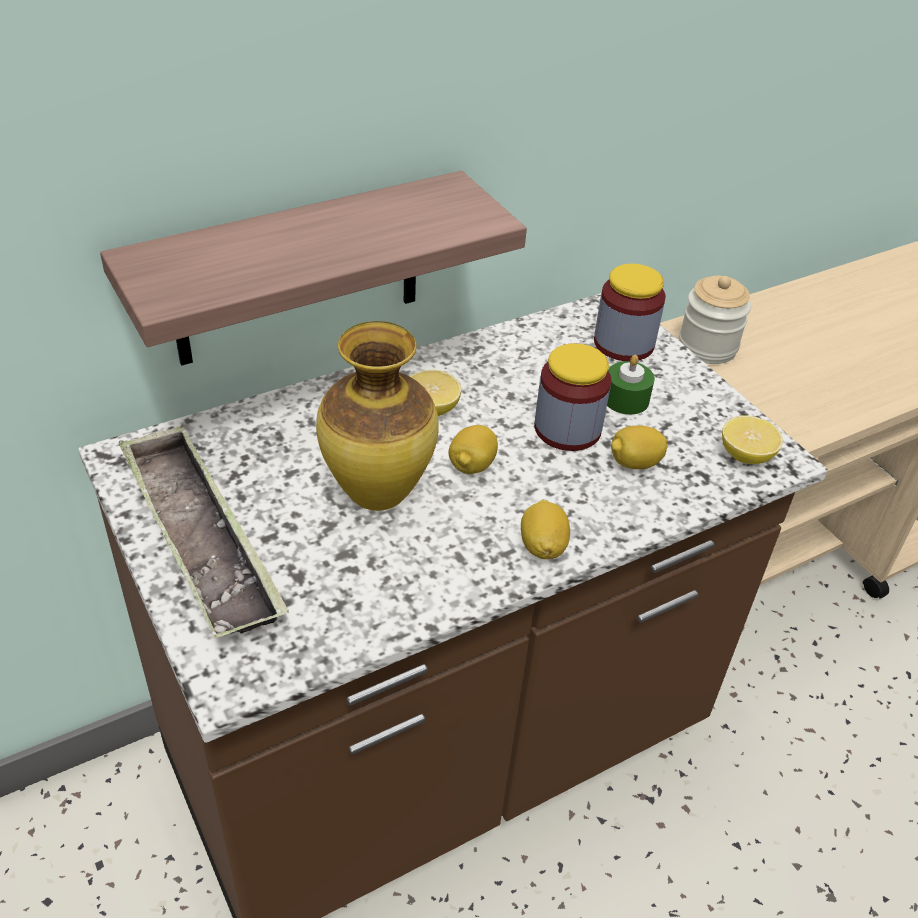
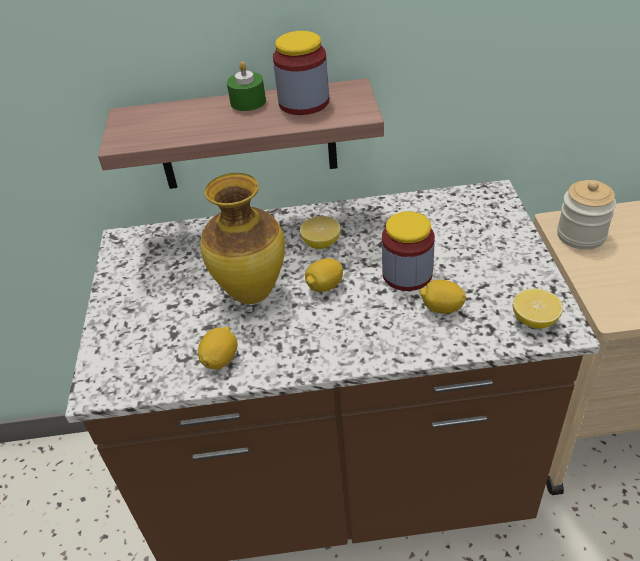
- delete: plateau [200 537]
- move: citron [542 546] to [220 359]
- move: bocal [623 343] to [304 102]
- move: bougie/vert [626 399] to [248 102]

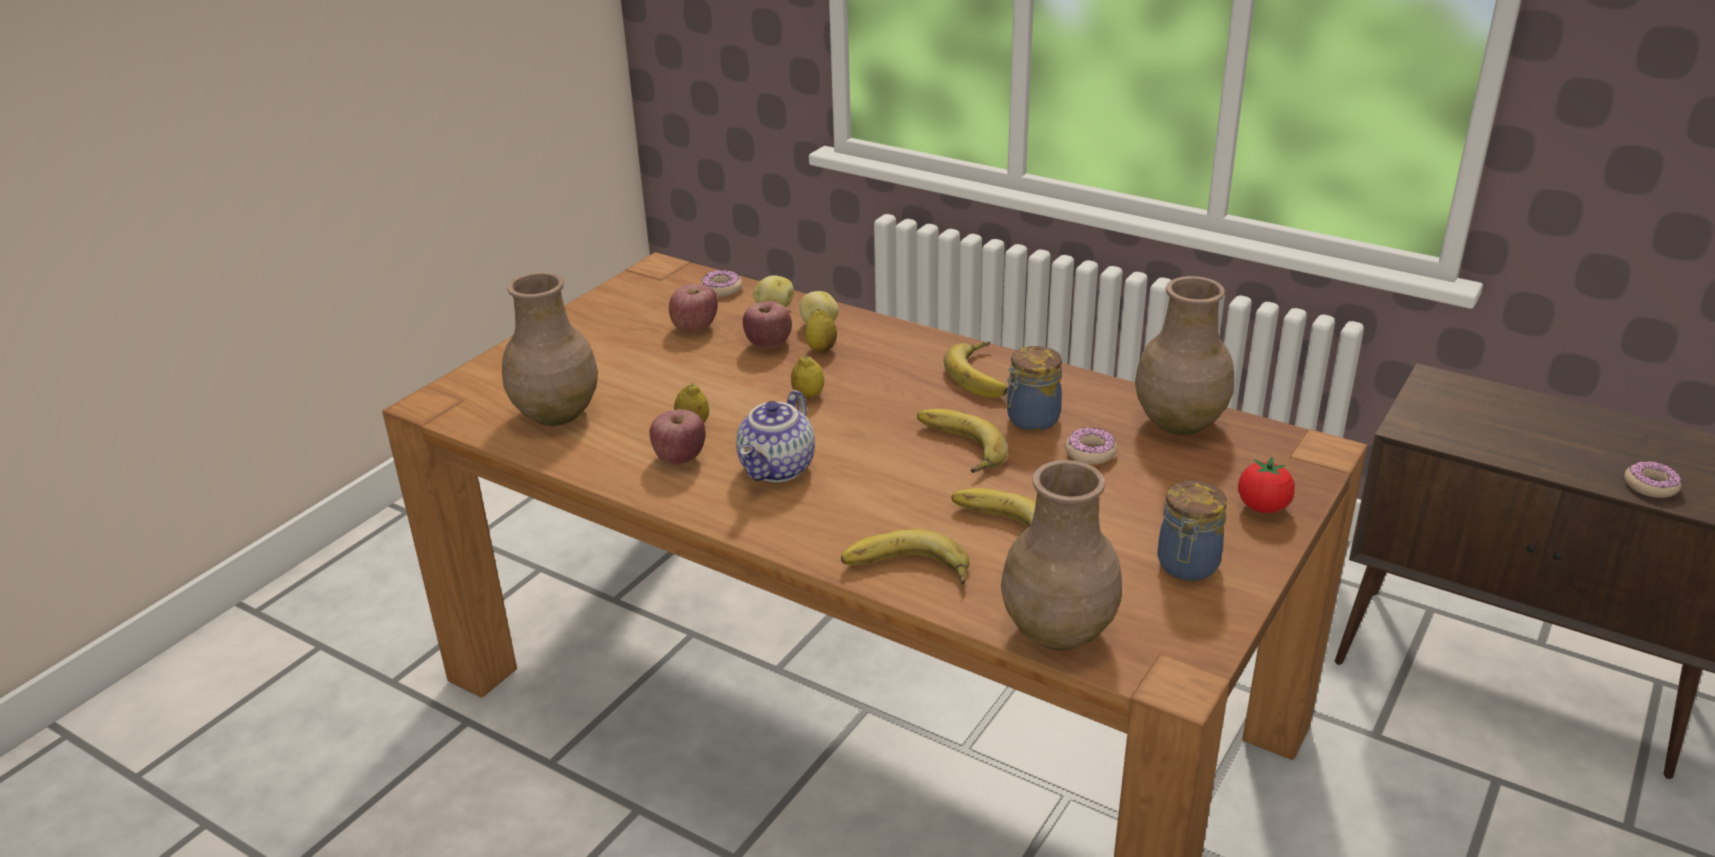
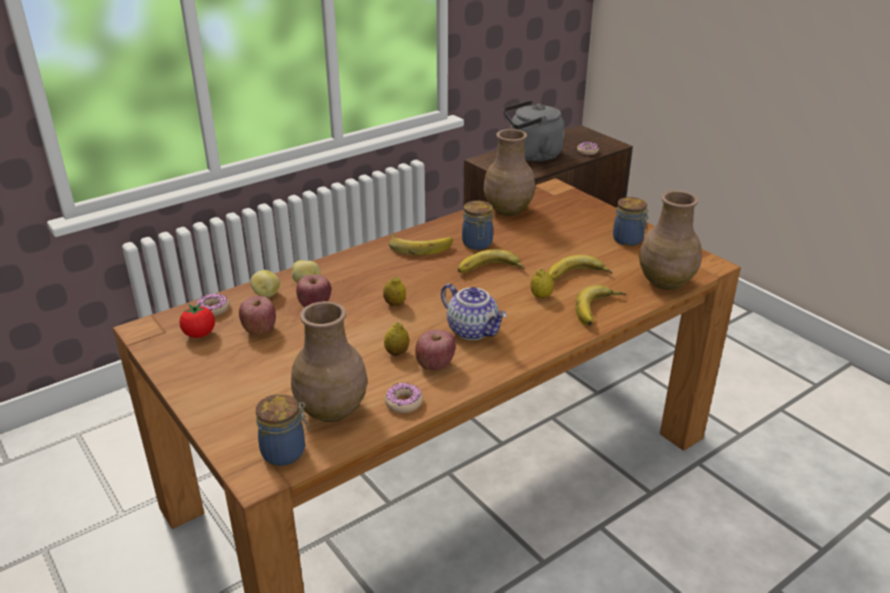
- insert: bocal [286 452]
- insert: bouilloire/gris [531 155]
- move: citron [821 349] to [541 296]
- move: beignet [1090 453] to [404 402]
- move: tomate [1263 507] to [199 334]

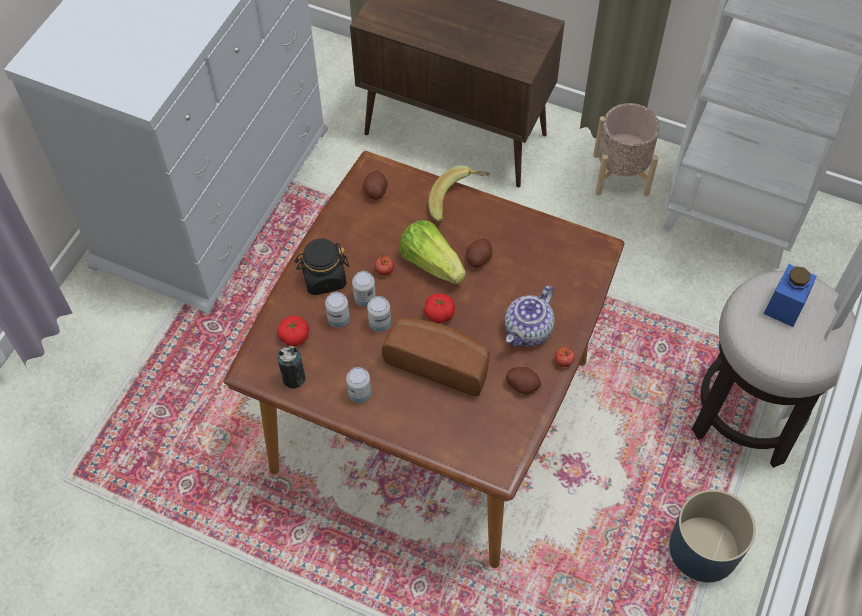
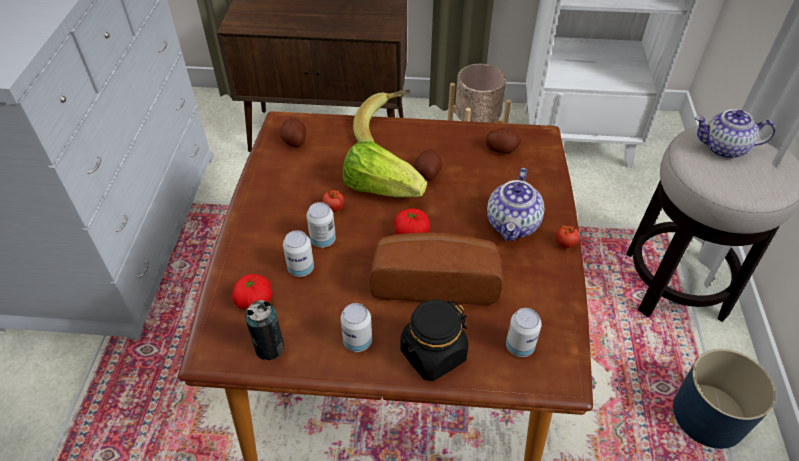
- move: bocal/noir [324 278] to [433 354]
- move: boîte métallique [380 324] to [520 346]
- move: pomme de terre [522 385] to [501 149]
- replace: bocal/bleu [785 305] to théière [723 148]

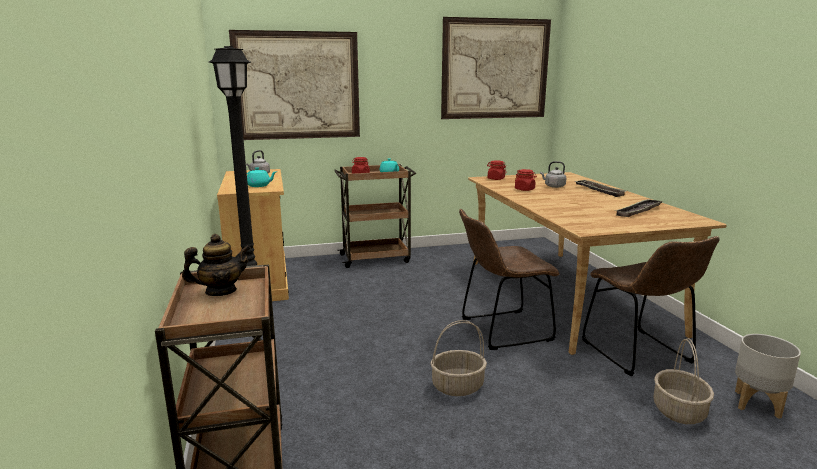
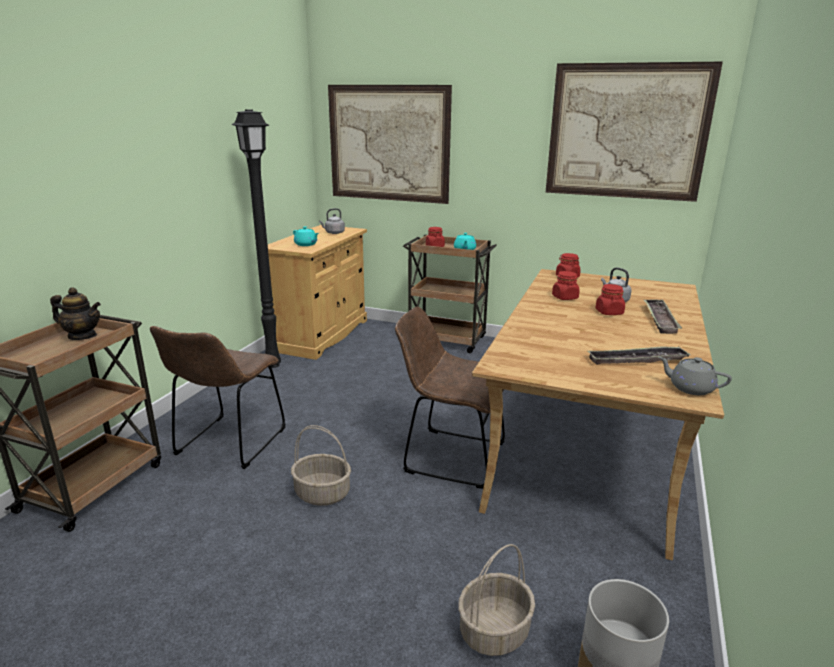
- insert: bocal/rouge [609 312]
- insert: théière/gris [690 388]
- move: chaise/marron [639 354] to [228 444]

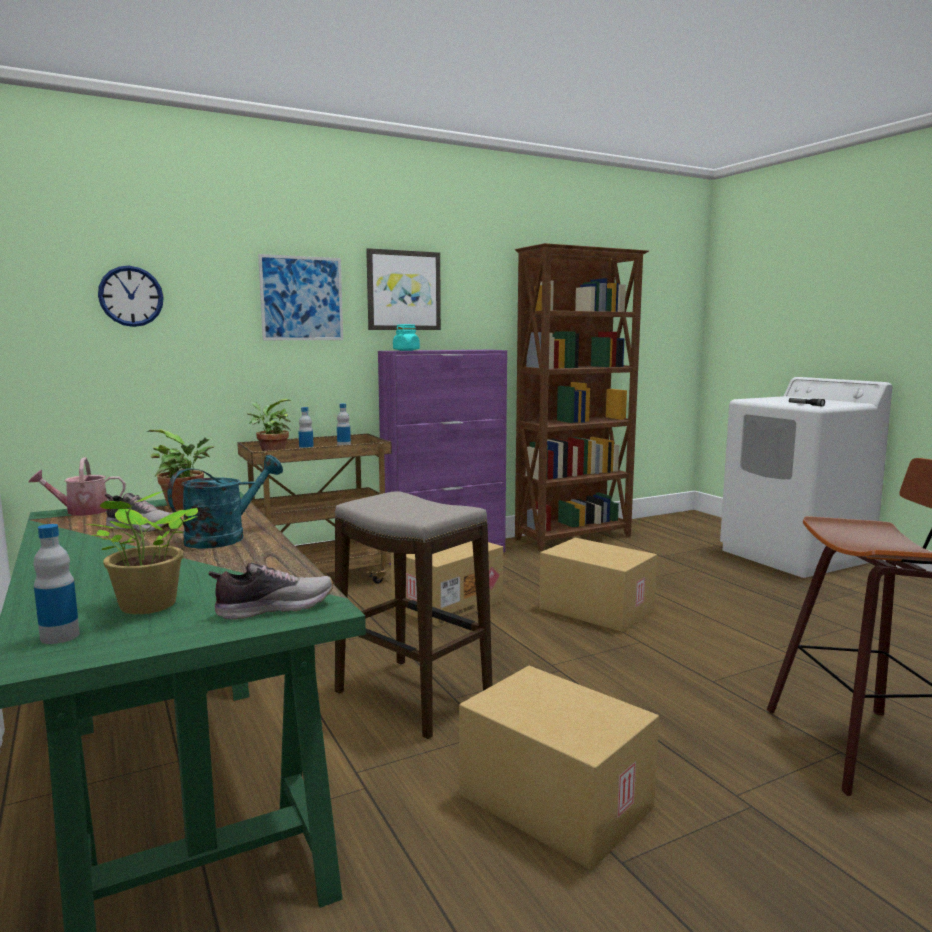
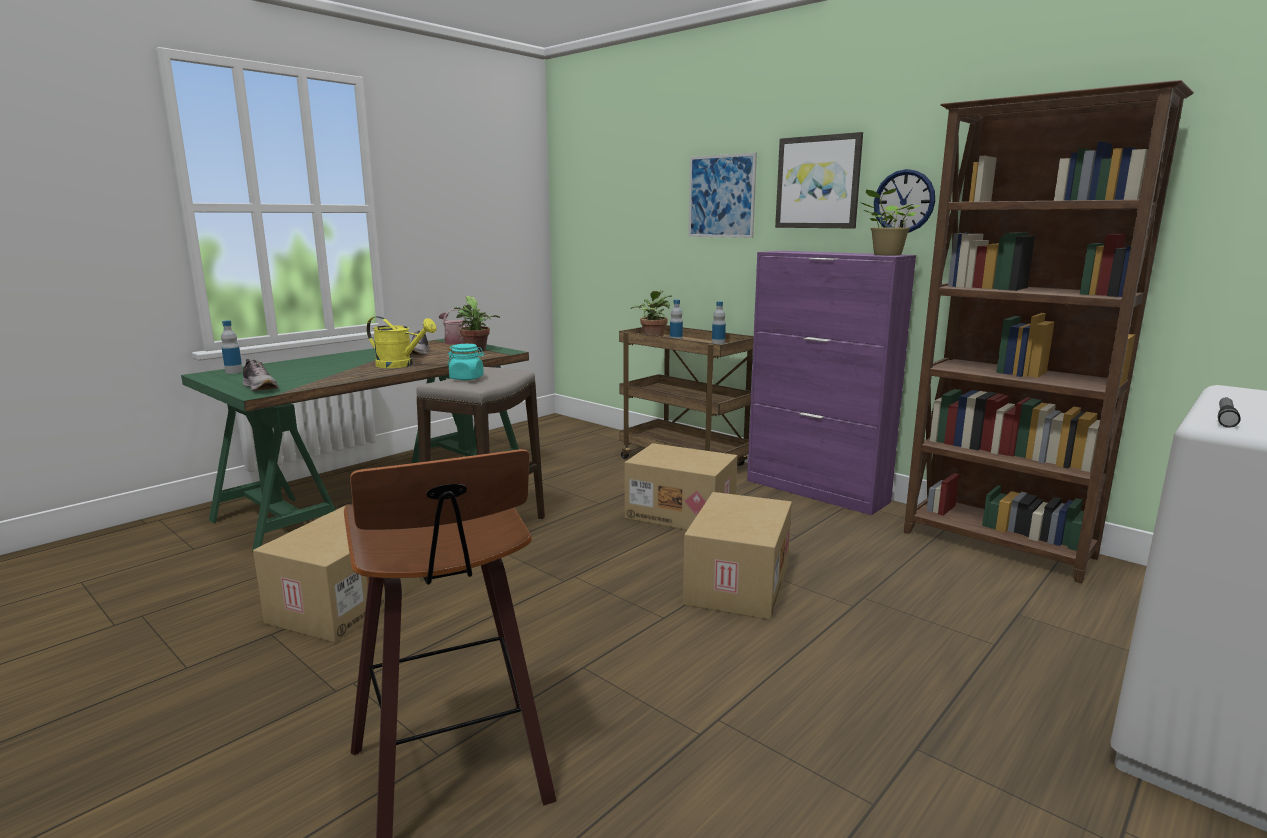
- move: plante en pot [146 607] to [885 255]
- move: horloge murale [131 296] to [904 201]
- move: bocal/turquoise [406 350] to [467 378]
- recolor: arrosoir/turquoise [224 537] to arrosoir/jaune [401 365]

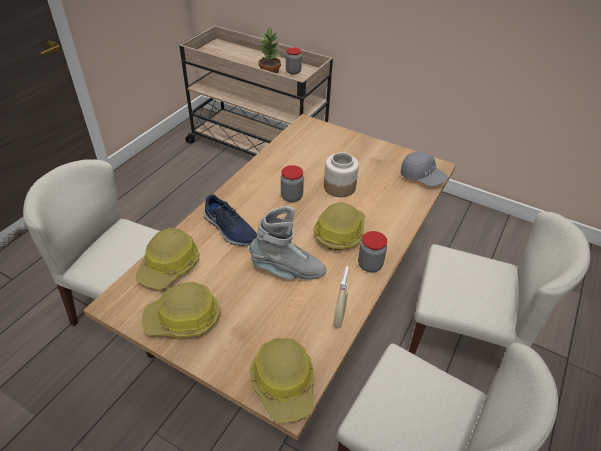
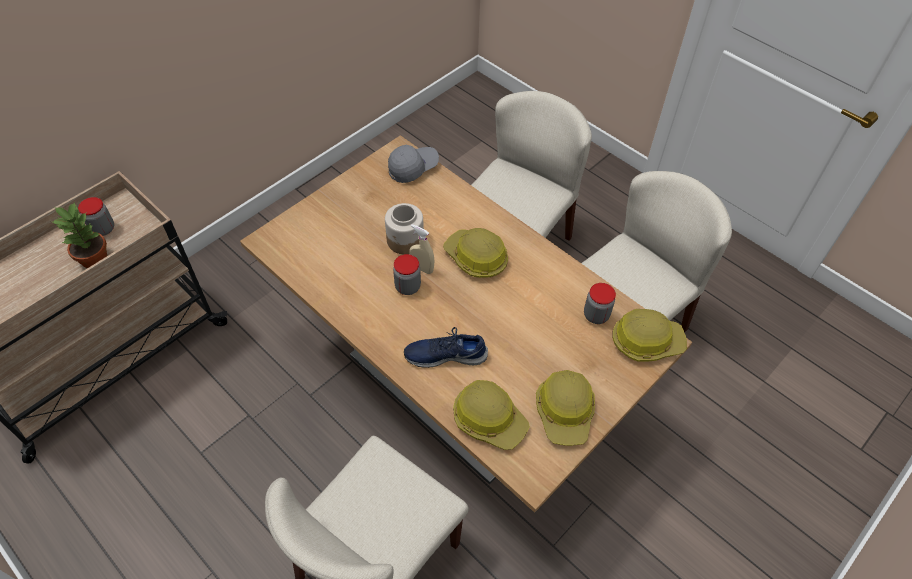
- delete: botte/gris [288 271]
- move: vaporisateur/beige [339 318] to [422 268]
- move: bocal [370 265] to [596 315]
- rotate: chaussure/bleu [229 229] = [445 355] 150 degrees counterclockwise

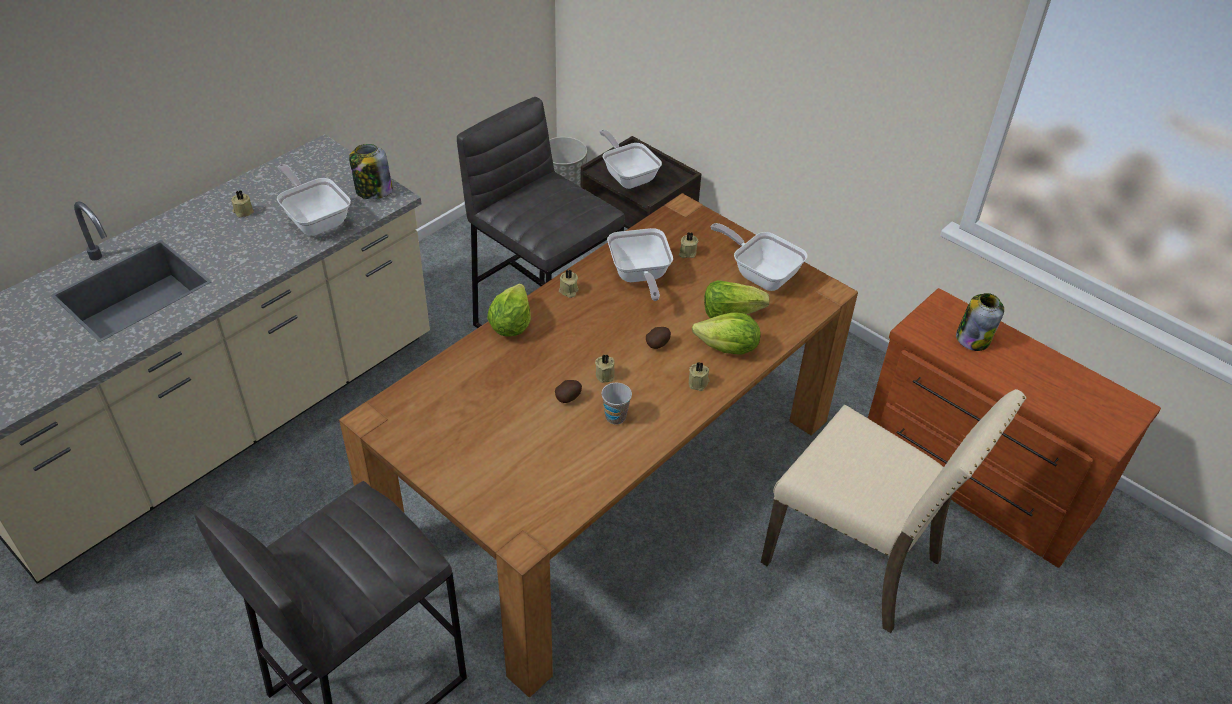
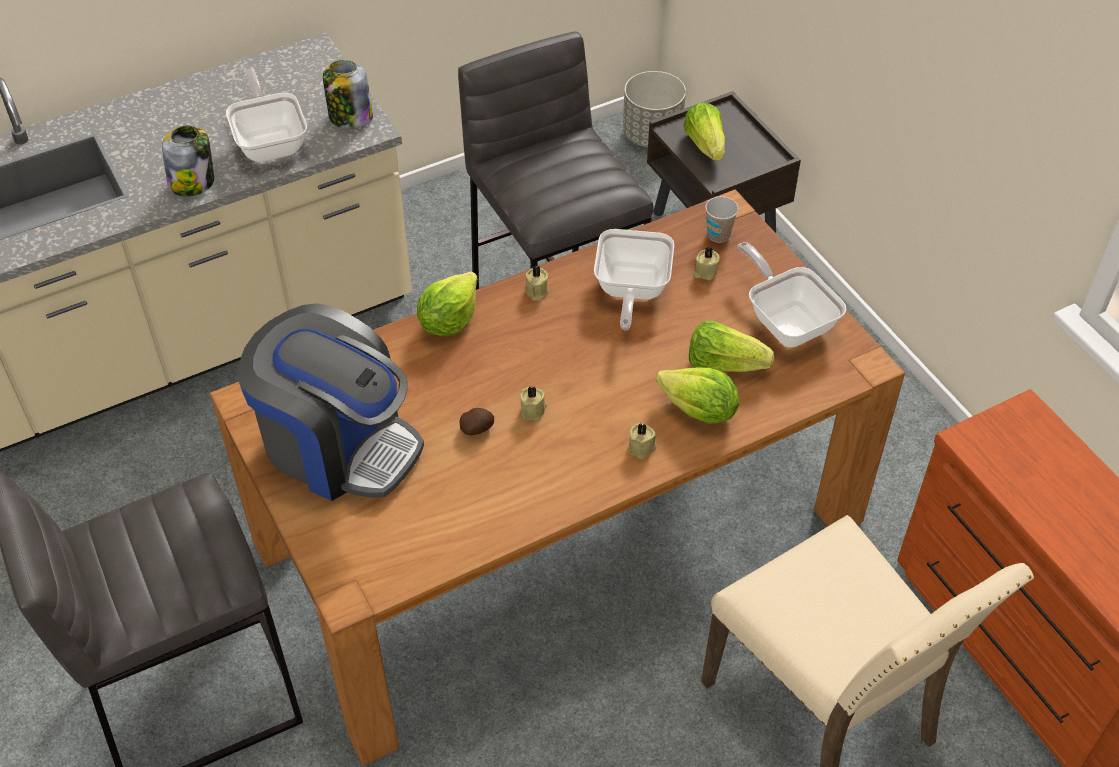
- delete: bougie/beige [243 211]
- delete: pomme de terre [658 344]
- insert: machine à café [339 445]
- move: tasse [615 417] to [718 235]
- move: bocal [973 338] to [193 182]
- replace: poêle [628 176] to laitue [705 145]

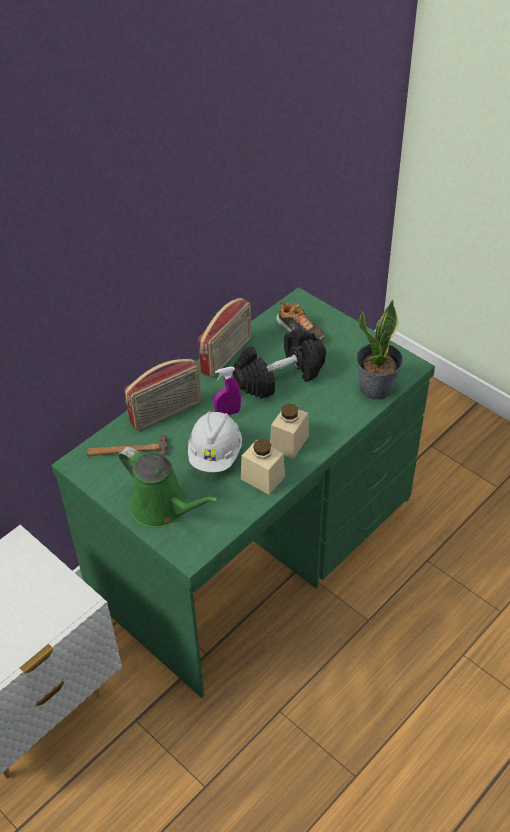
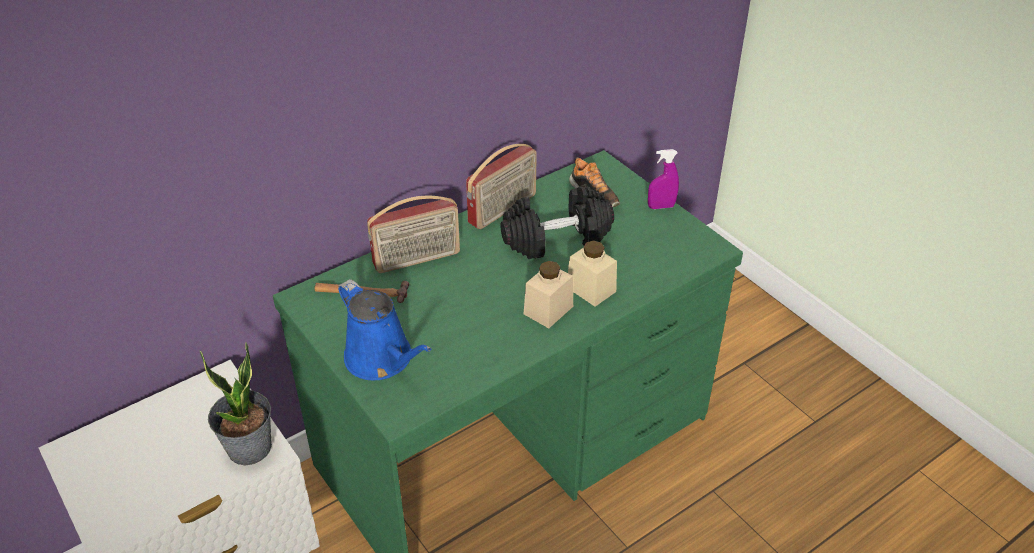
- delete: casque de chantier/blanc [215 454]
- move: vaporisateur/violet [228 413] to [661 206]
- move: bocal/beige [262 478] to [591 289]
- move: plante en pot [376 388] to [250 448]
- recolor: arrosoir/vert [163 508] to arrosoir/bleu [382 359]

